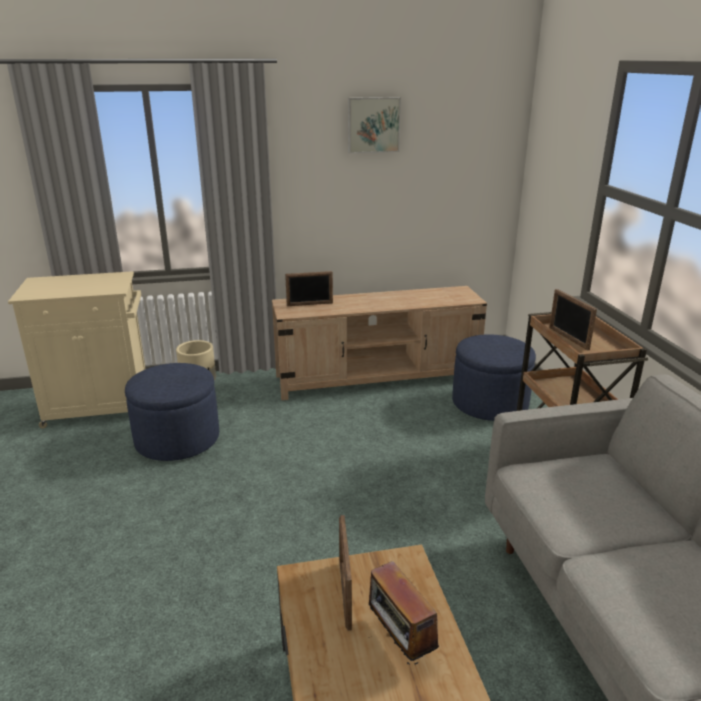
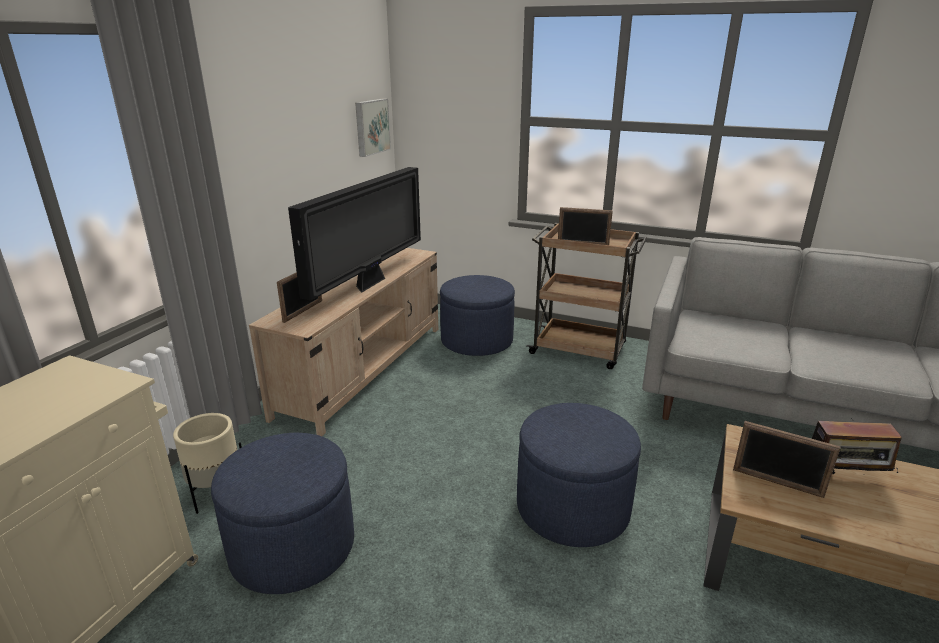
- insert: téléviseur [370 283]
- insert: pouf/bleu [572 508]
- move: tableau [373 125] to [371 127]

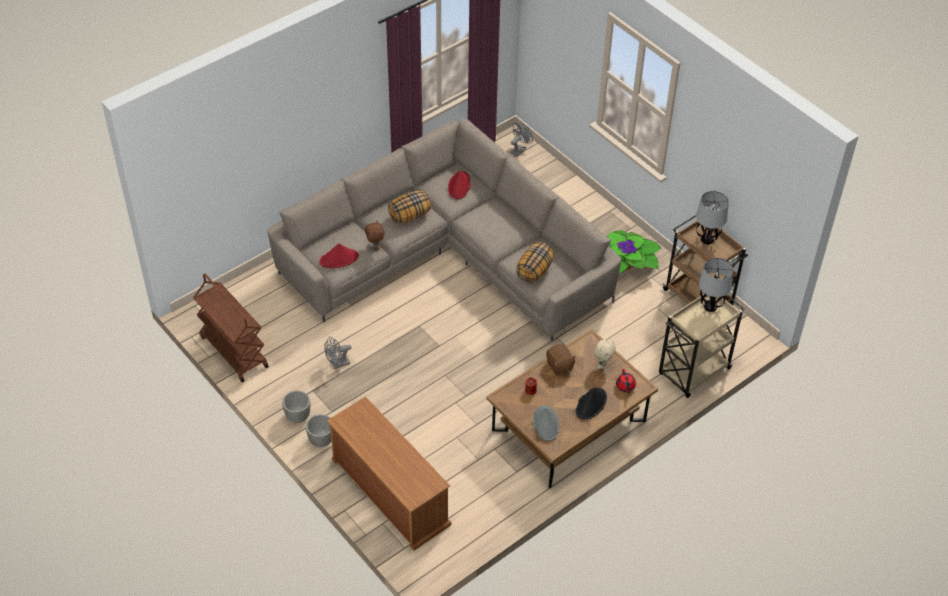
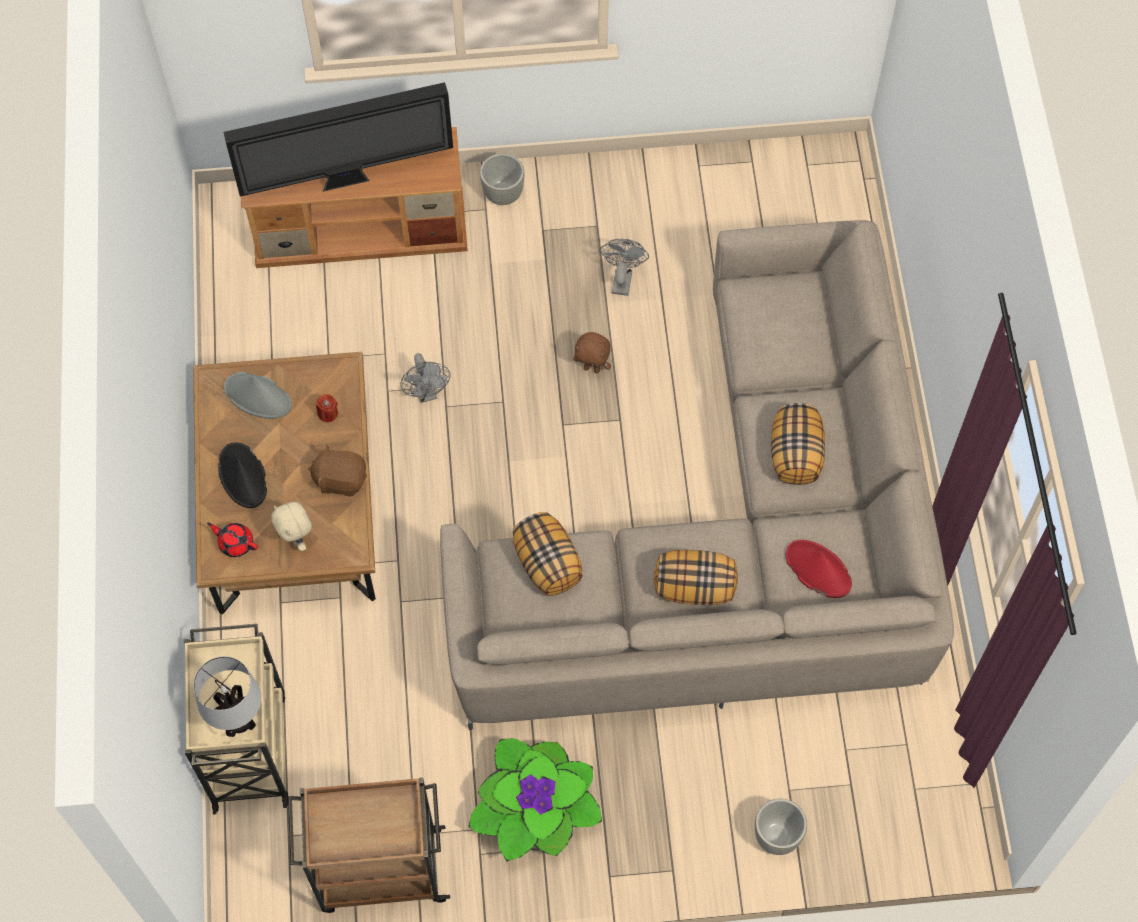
- delete: chariot/marron [233 351]
- delete: chapeau/rouge [339 259]
- delete: lampe de table [707 239]
- insert: téléviseur [348 180]
- insert: coussin [694 587]
- move: cache-pot/gris [298 416] to [777 837]
- move: peluche/marron [375 247] to [592 368]
- move: ventilateur/gris [519 149] to [427 393]

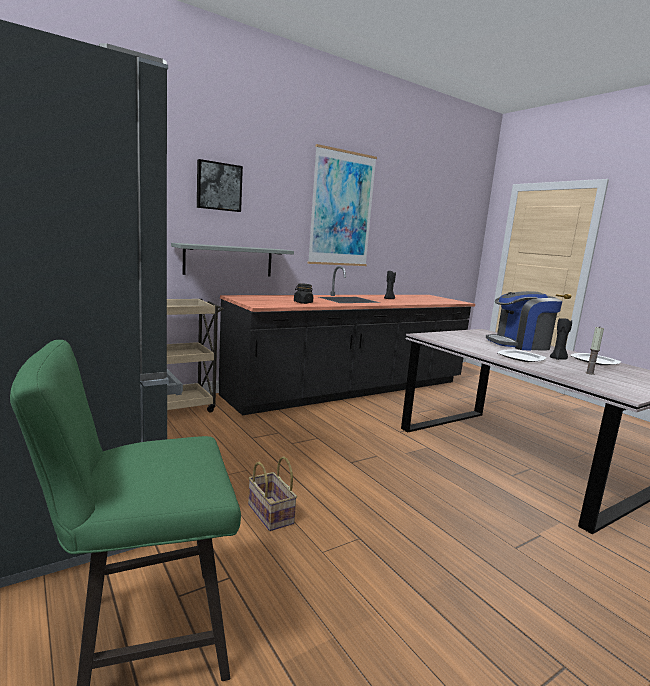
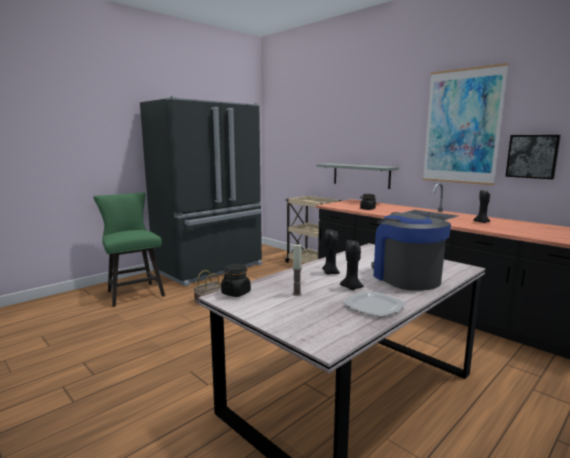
- insert: bocal/noir [236 293]
- move: tableau [218 186] to [532 156]
- replace: assiette [520 357] to bougie/noir [330 273]

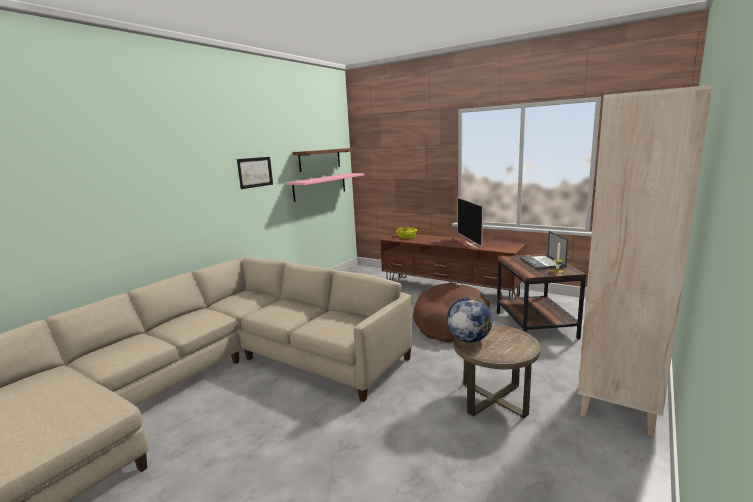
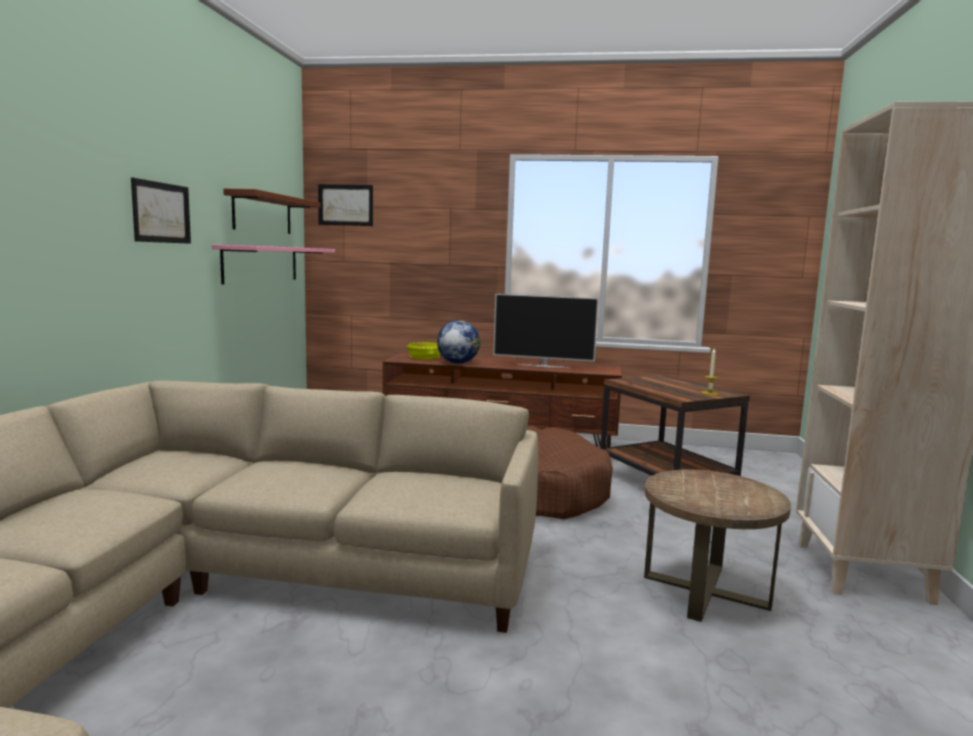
- delete: ordinateur portable [543 263]
- insert: tableau [345 205]
- move: globe [468 339] to [457 363]
- rotate: téléviseur [471 244] = [543 366] 45 degrees counterclockwise

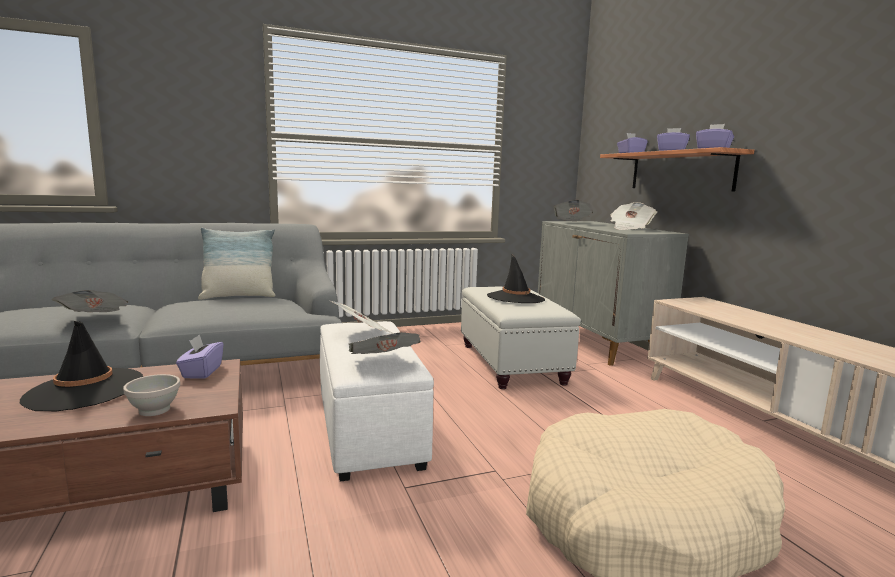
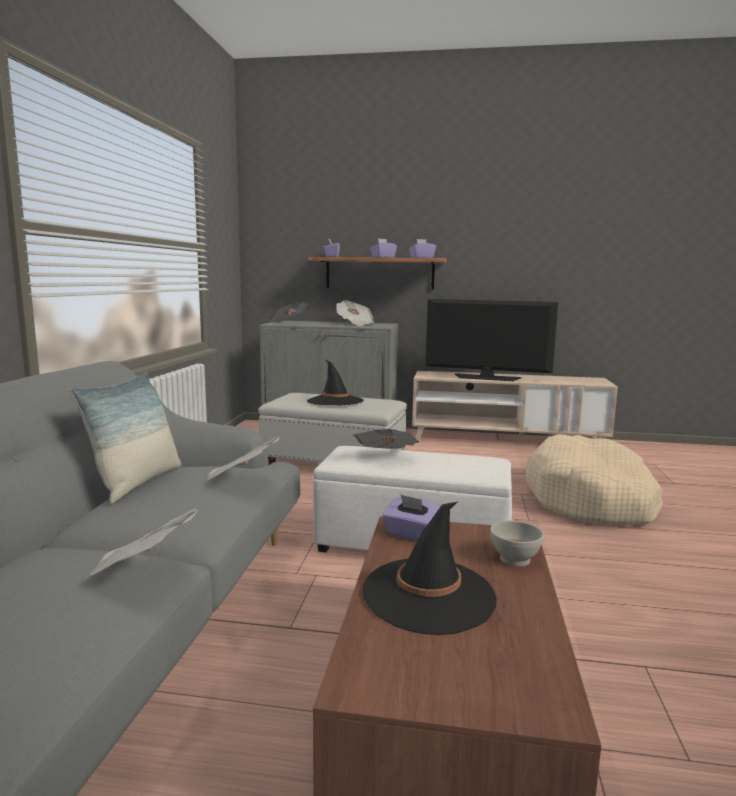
- insert: téléviseur [486 378]
- move: journal [384 364] to [241 479]

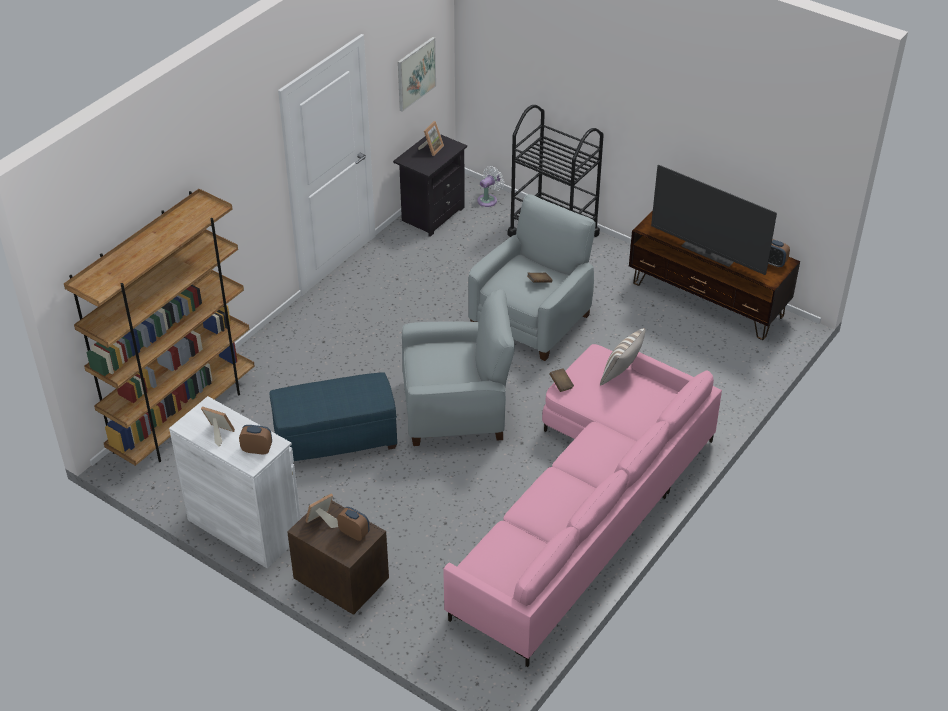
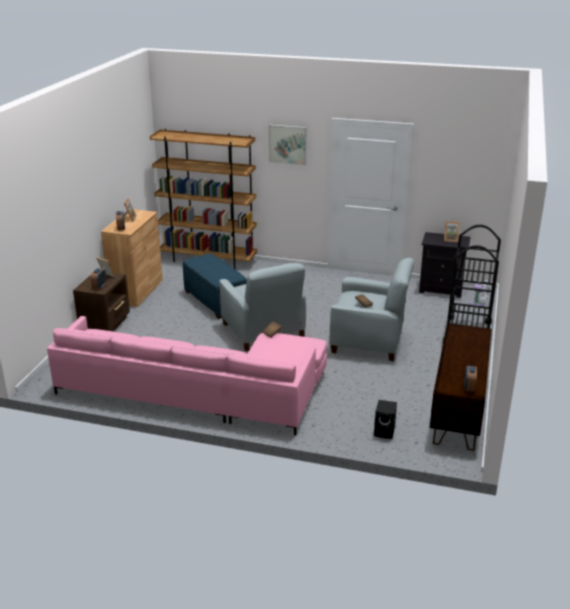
- delete: coussin [621 374]
- delete: téléviseur [707 254]
- insert: enceinte/noir [385 431]
- move: tableau [416 73] to [287 144]
- recolor: meuble de rangement/blanc [245 527] to meuble de rangement/marron [136 291]

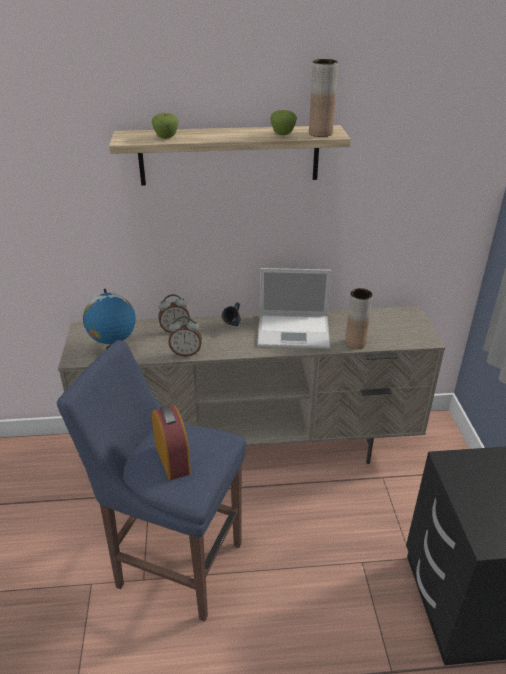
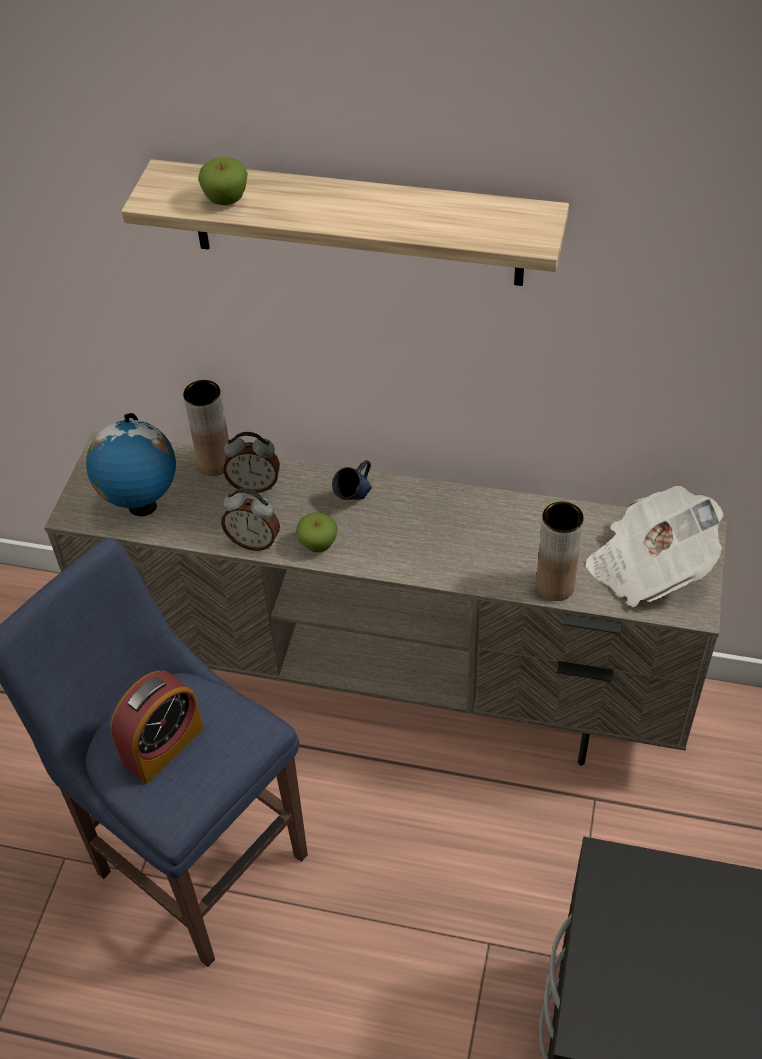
- delete: ordinateur portable [295 331]
- insert: journal [649 566]
- move: pomme [283 134] to [318 545]
- move: vase/marron [320 133] to [215 463]
- rotate: réveil [172 459] = [163 745] 45 degrees clockwise

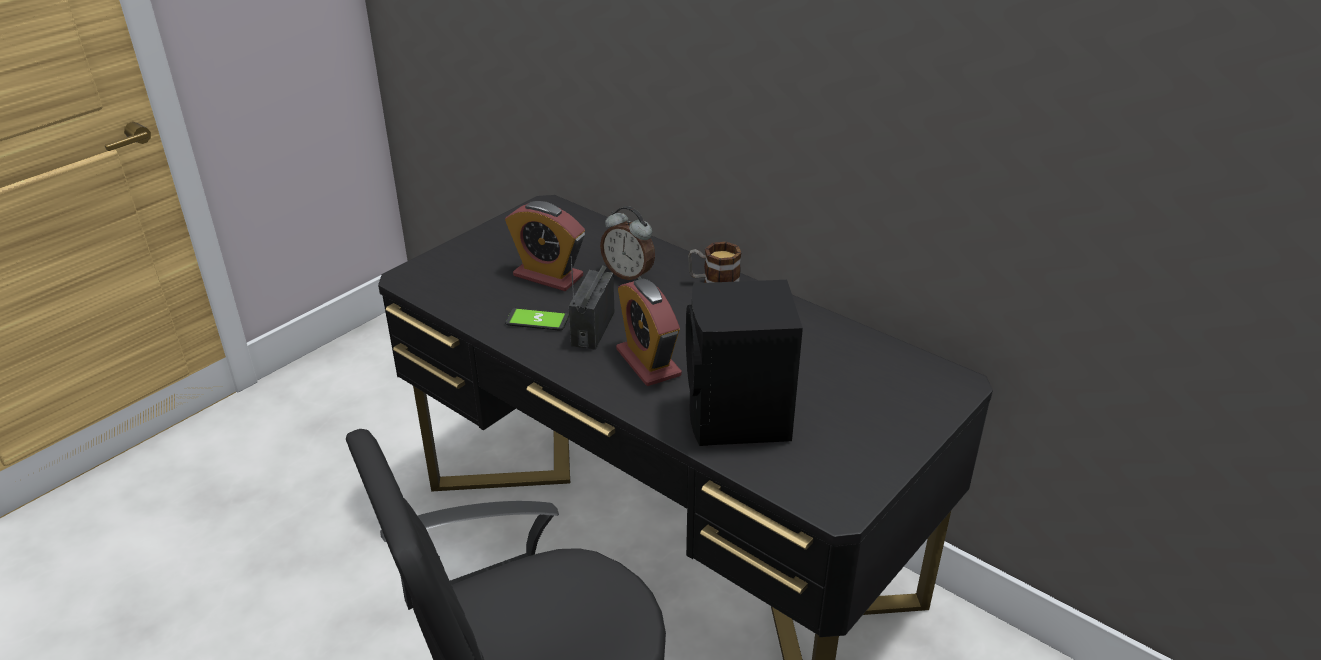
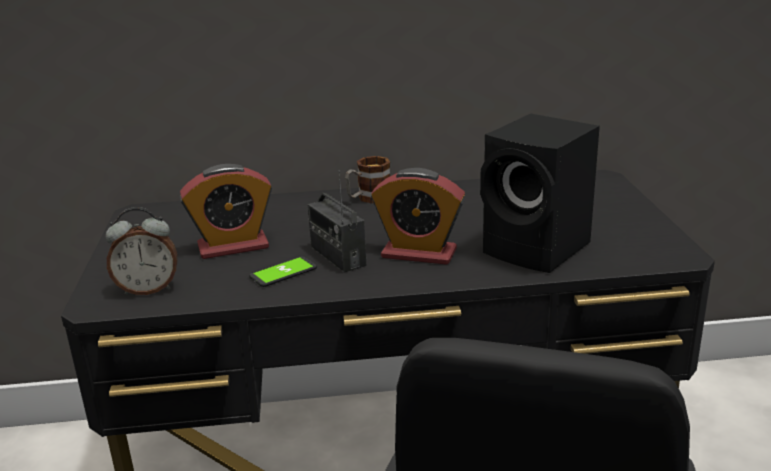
- move: réveil [629 274] to [148 289]

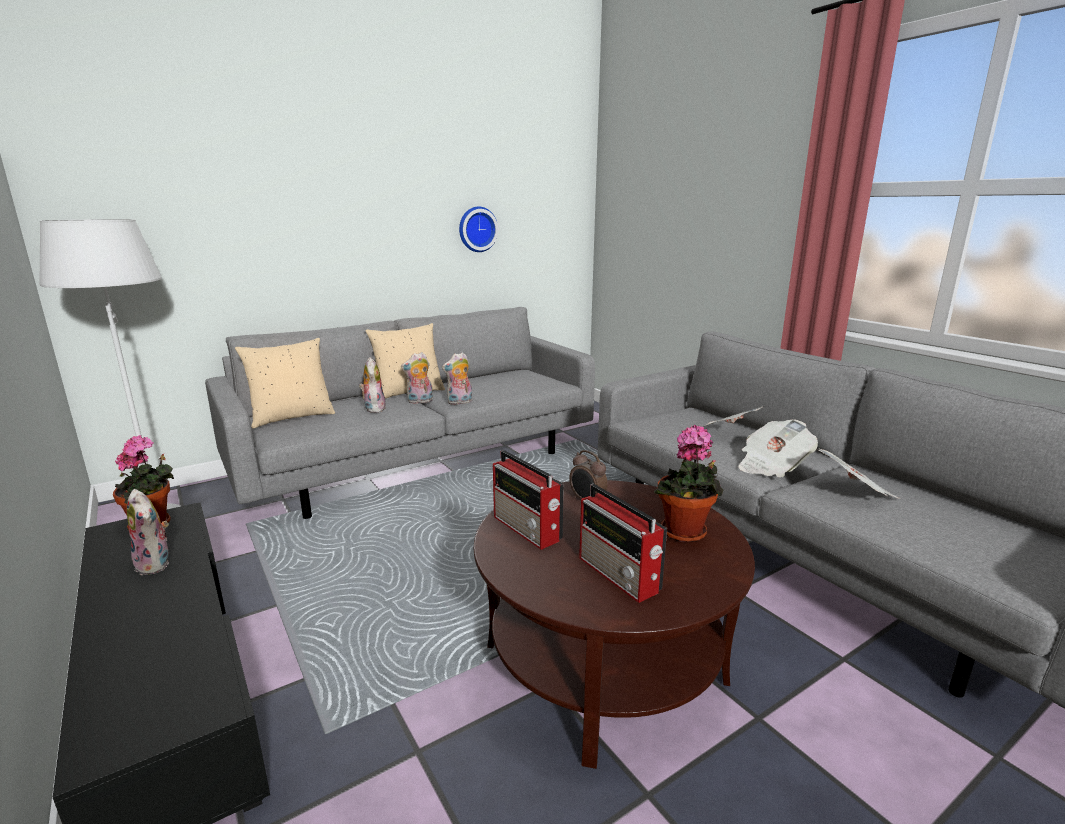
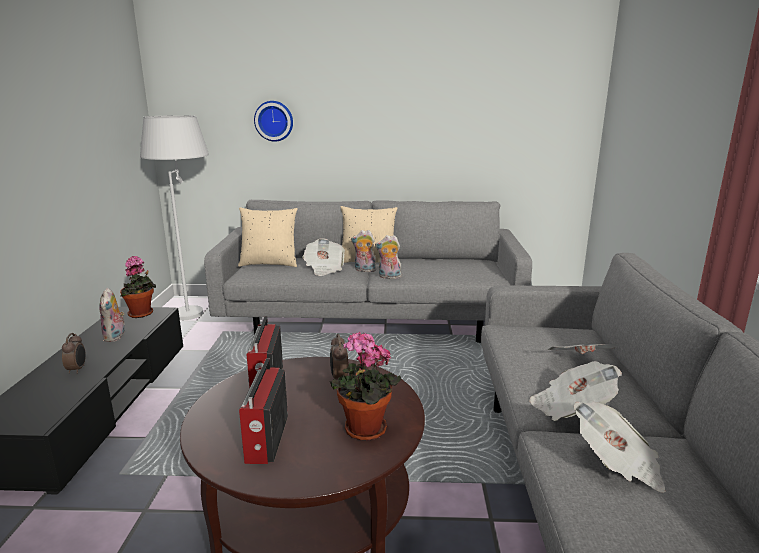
- insert: réveil [77 369]
- move: horloge murale [477 229] to [274 121]
- replace: peluche [373 408] to journal [324 268]

